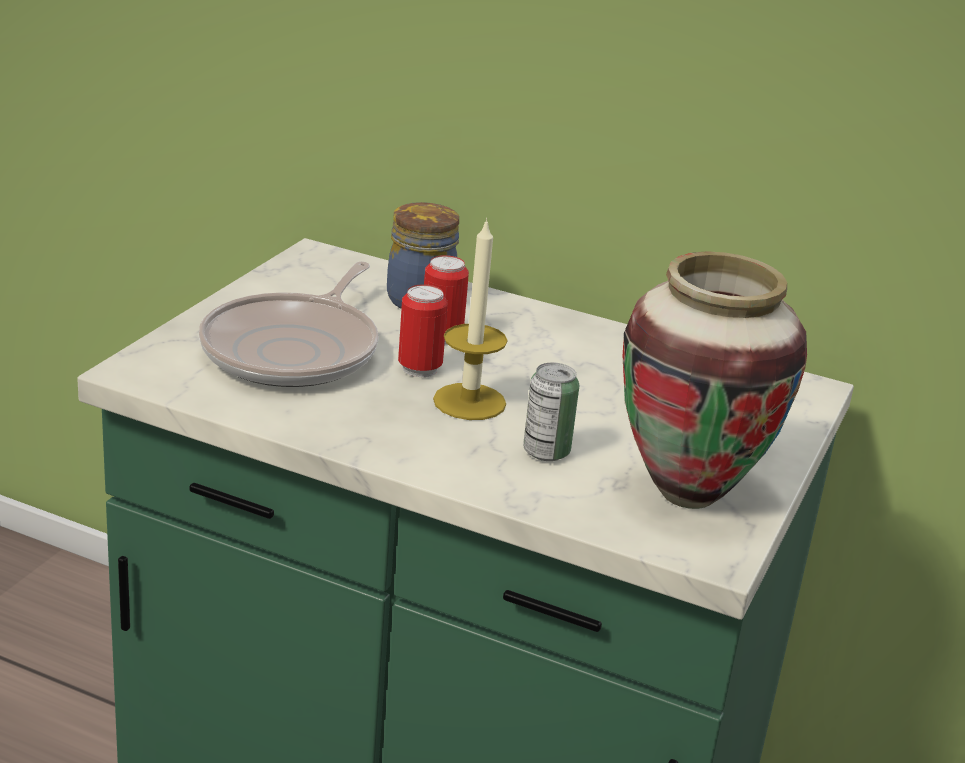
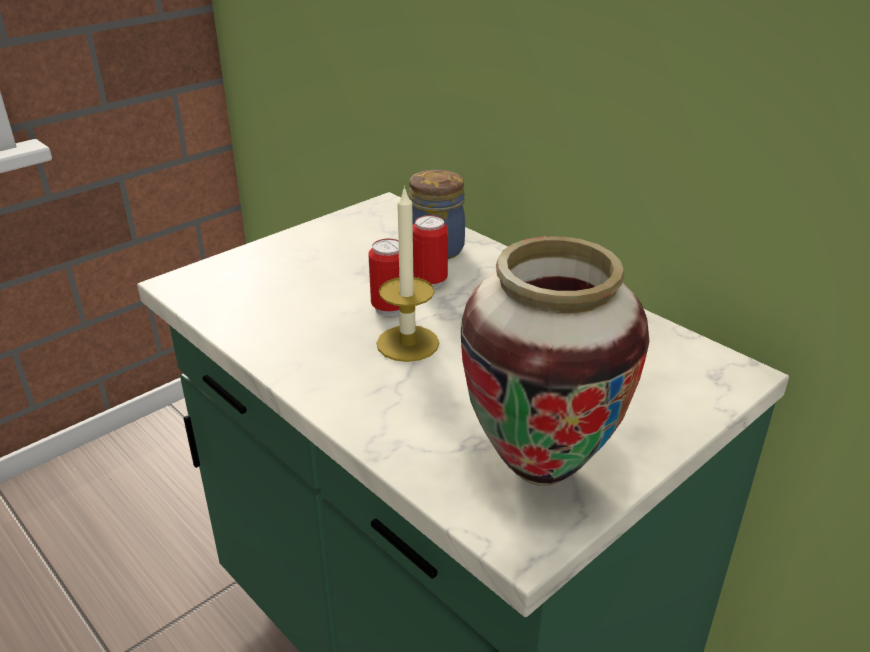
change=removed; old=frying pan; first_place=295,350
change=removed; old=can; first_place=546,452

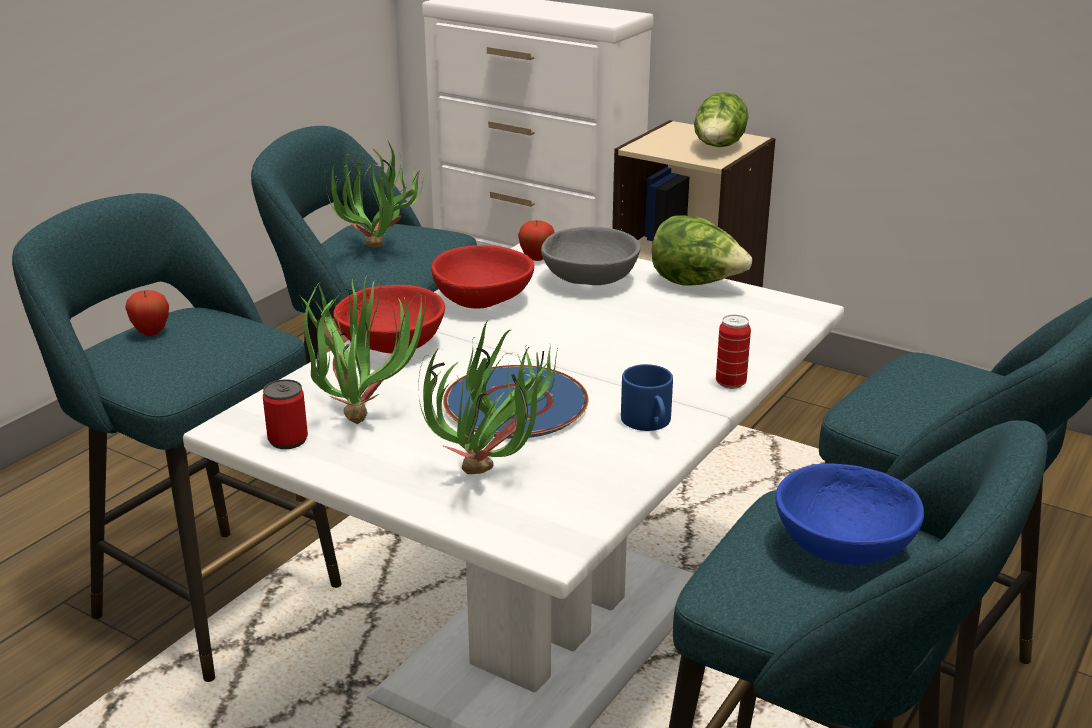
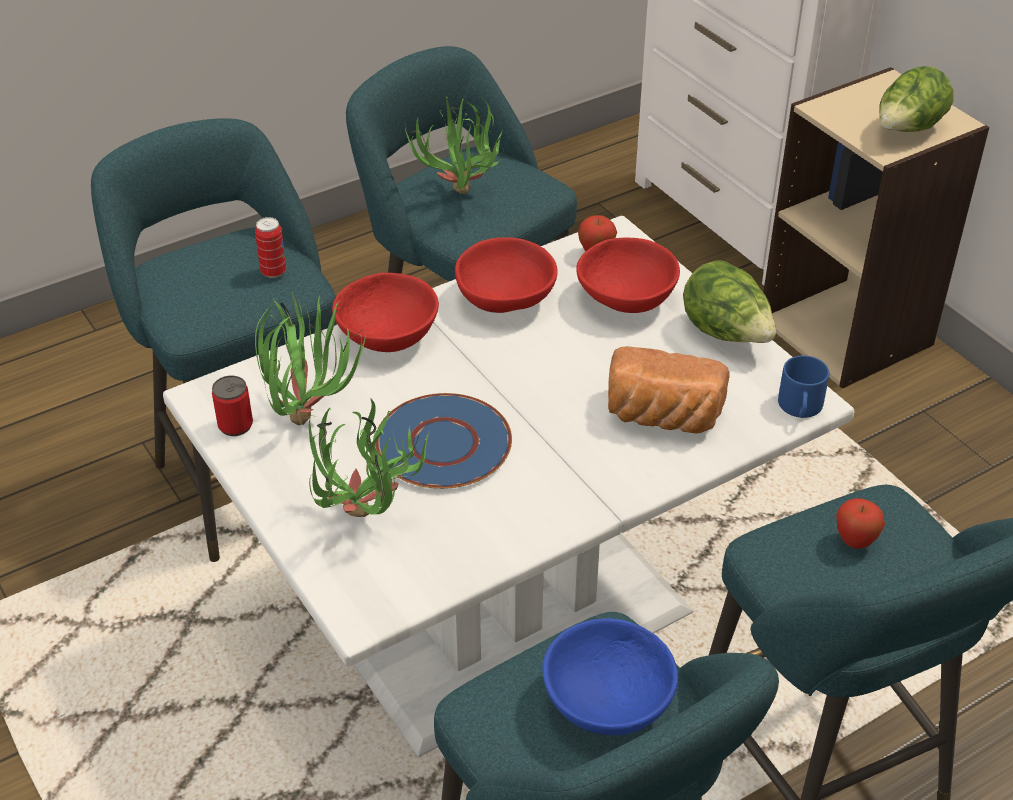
change=recoloured; old=grey bowl; new=red bowl; first_place=589,280; second_place=624,298
change=moved; old=apple; first_place=151,332; second_place=855,541
change=moved; old=can; first_place=730,383; second_place=273,272
change=moved; old=blue mug; first_place=650,423; second_place=801,408
change=added; new=bread; second_place=661,417

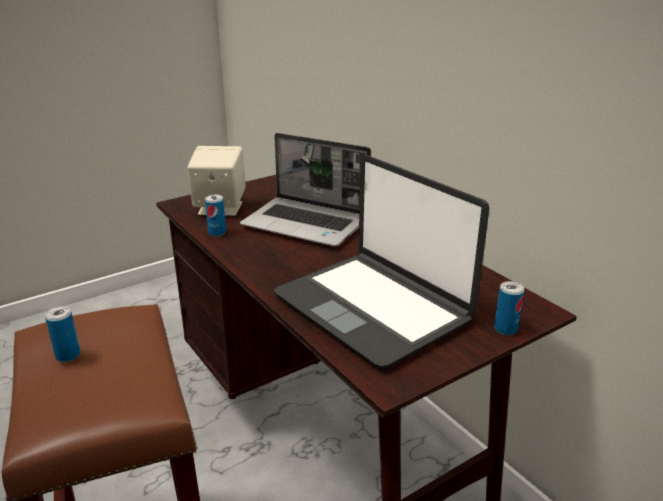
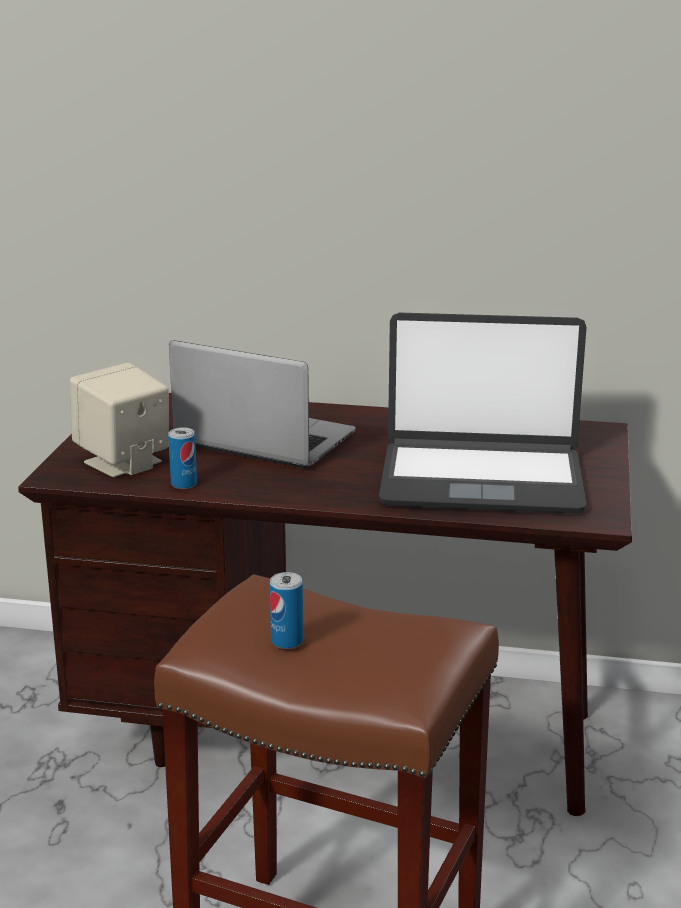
change=turned; old=laptop; first_place=307,223; second_place=262,440; degrees=-135
change=removed; old=can; first_place=505,329

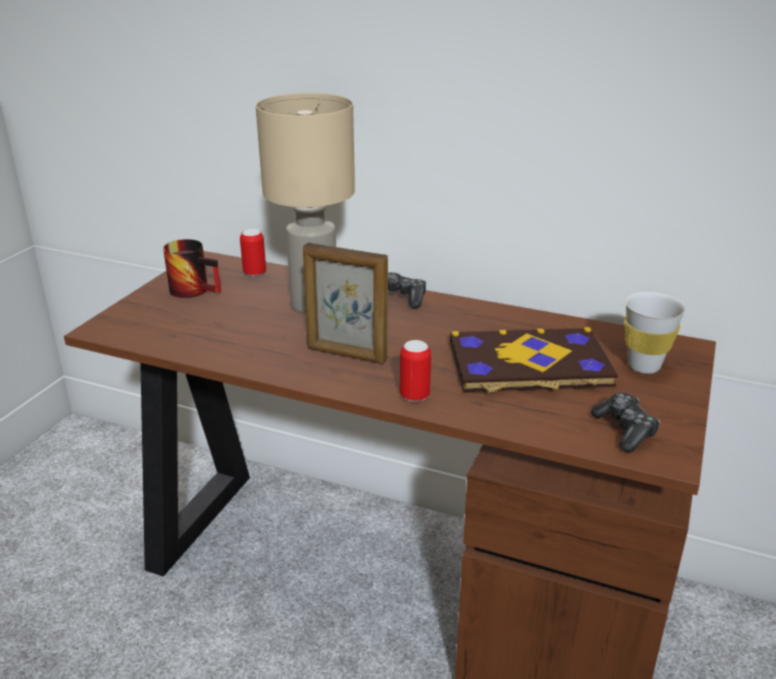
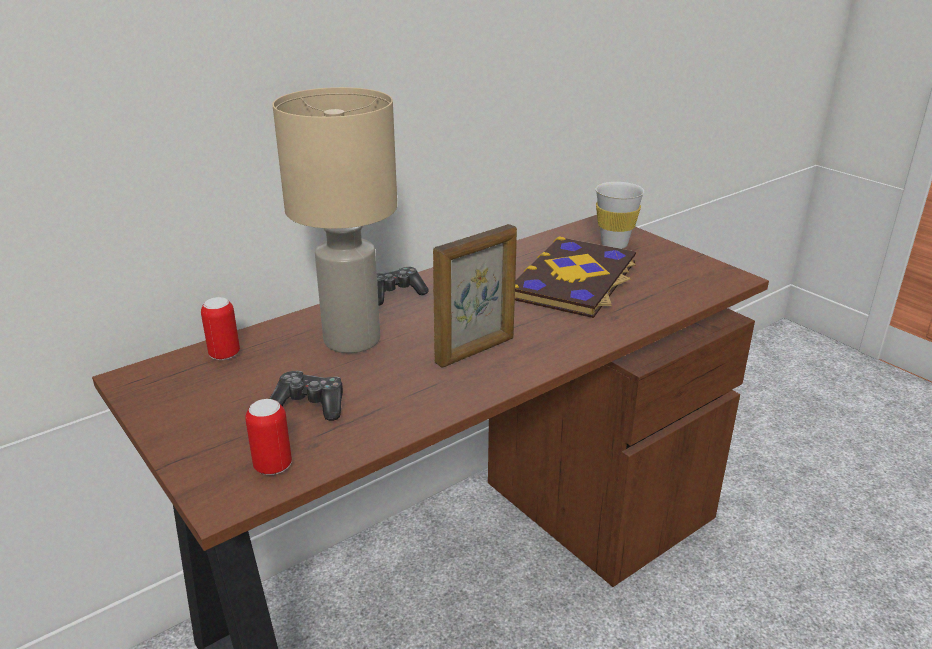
change=removed; old=mug; first_place=196,289
change=moved; old=can; first_place=414,396; second_place=273,466
change=moved; old=game controller; first_place=625,430; second_place=310,405

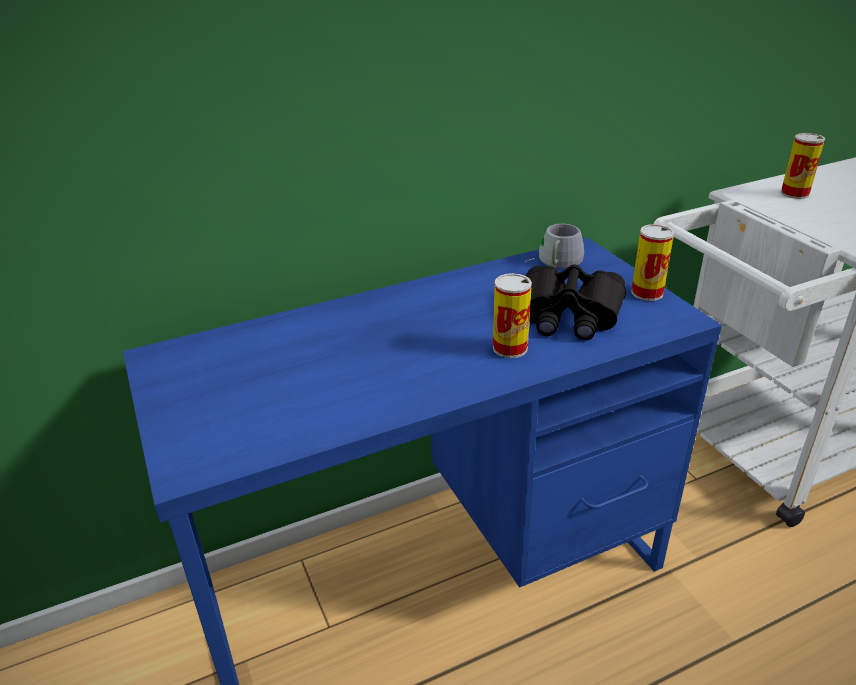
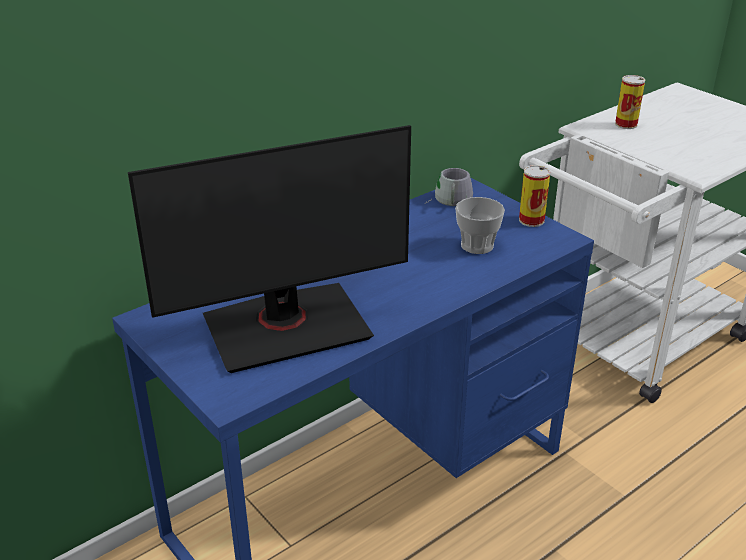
change=replaced; old=black binoculars; new=cup; first_place=569,315; second_place=477,245
change=removed; old=can; first_place=510,348
change=added; new=monitor; second_place=286,327

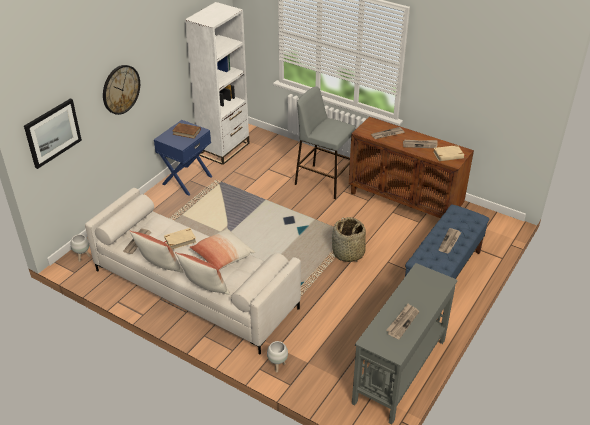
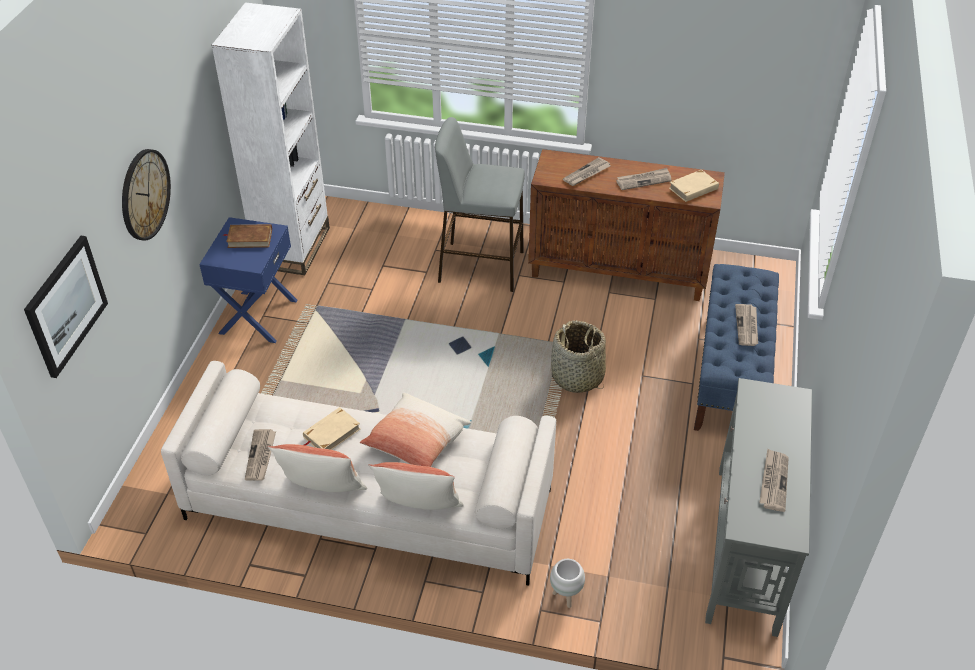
change=removed; old=white planter; first_place=82,257

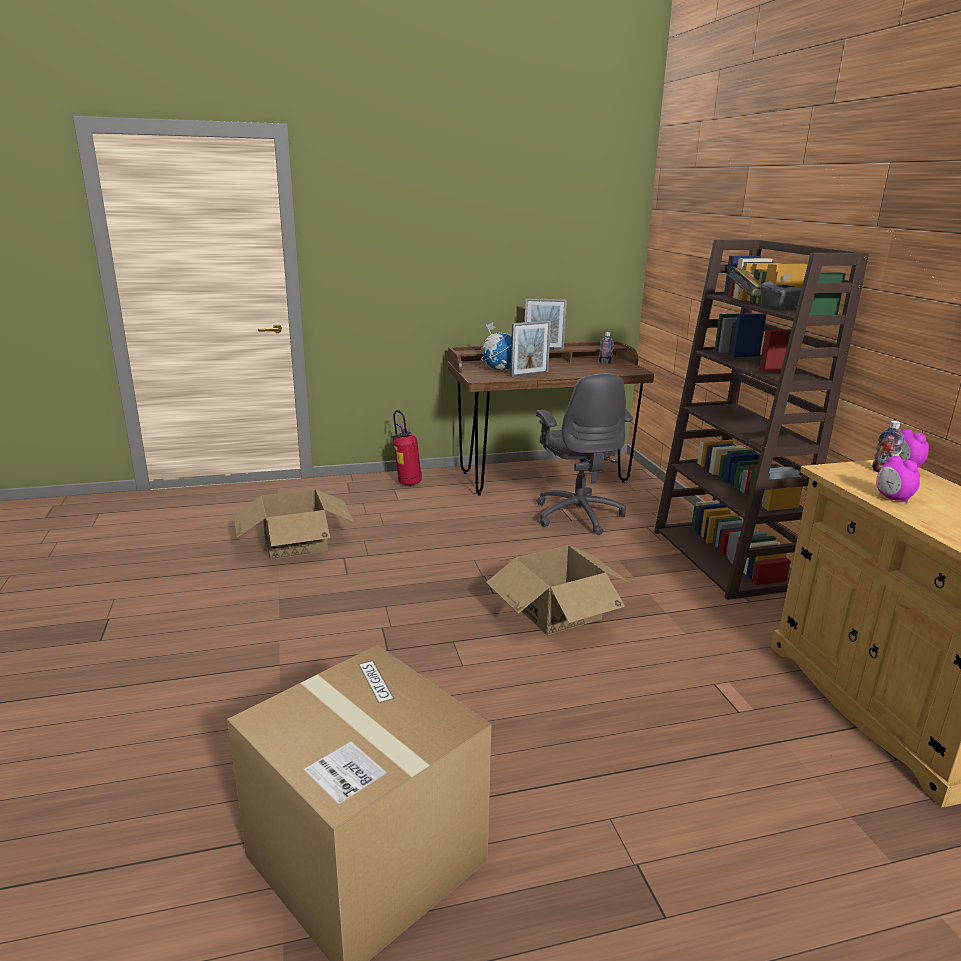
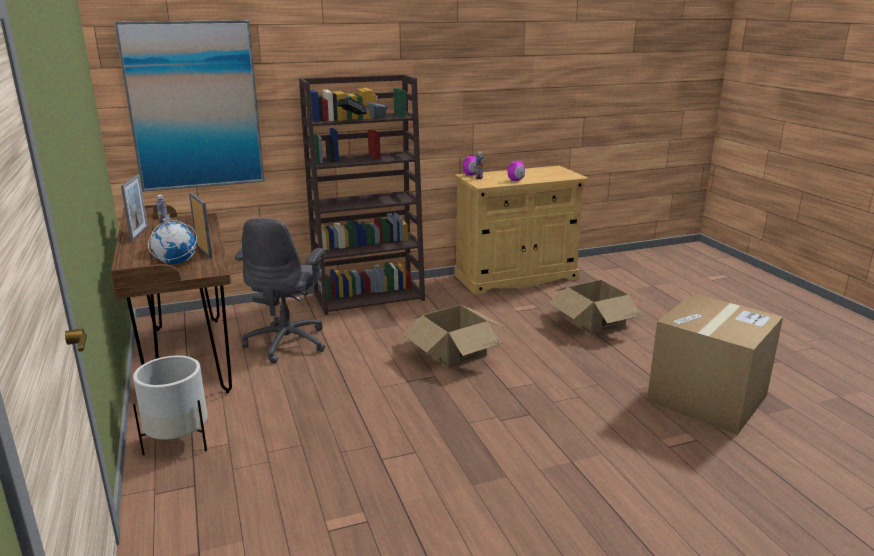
change=turned; old=grey office chair; first_place=578,515; second_place=288,342; degrees=120
change=replaced; old=fire extinguisher; new=white planter; first_place=407,484; second_place=178,442
change=moved; old=cardboard box; first_place=295,543; second_place=594,322
change=added; new=picture; second_place=194,106

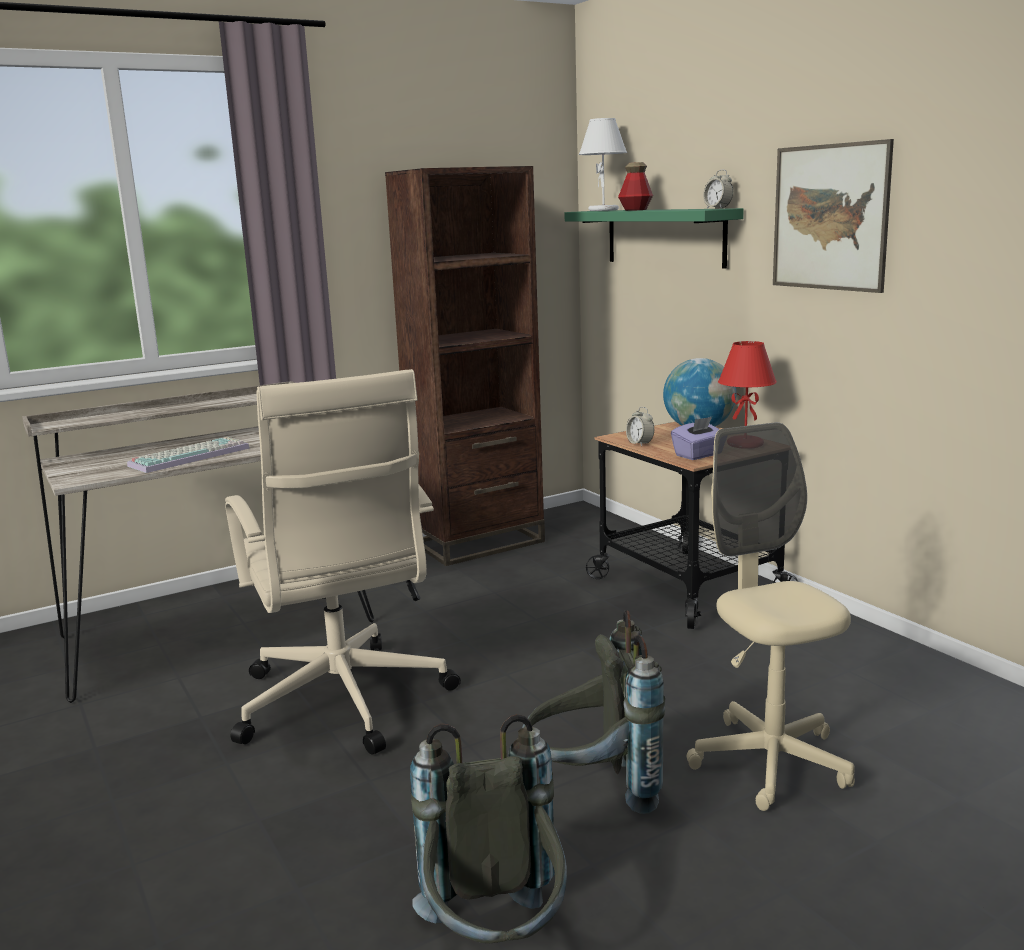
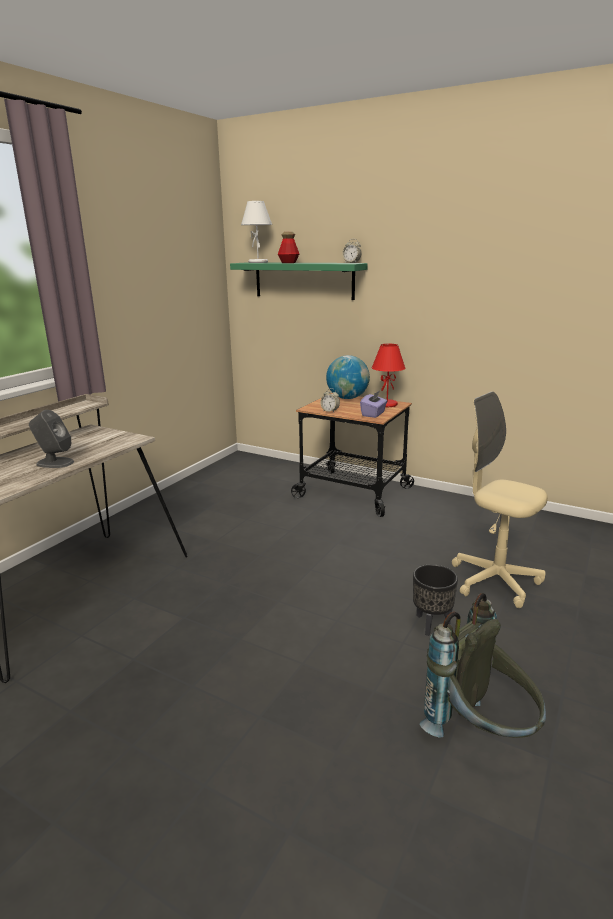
change=removed; old=picture; first_place=830,217
change=removed; old=brown bookcase; first_place=478,542
change=removed; old=beige office chair; first_place=343,703
change=replaced; old=keyboard; new=grey speaker; first_place=190,456; second_place=54,463
change=replaced; old=grey backpack; new=black planter; first_place=594,790; second_place=432,624

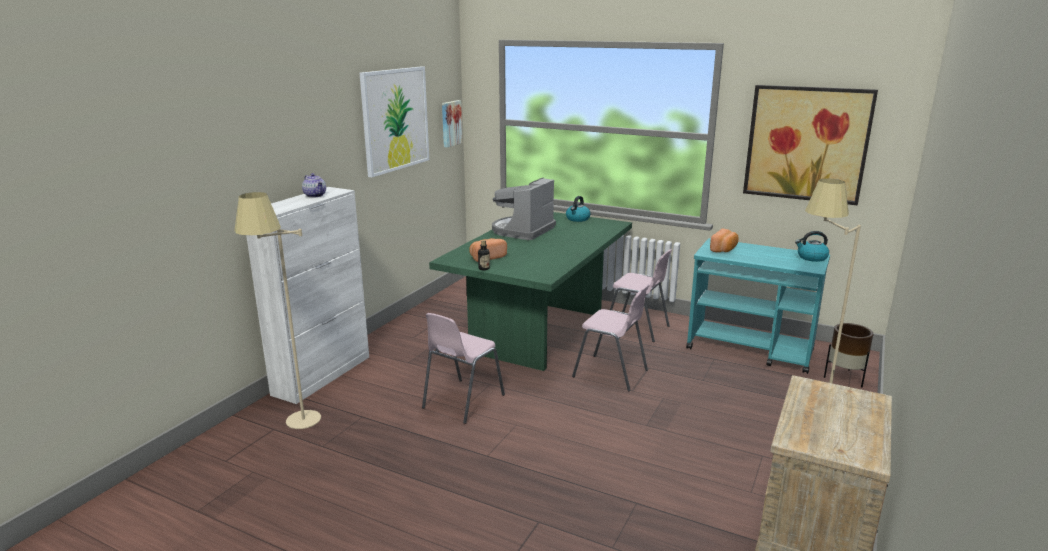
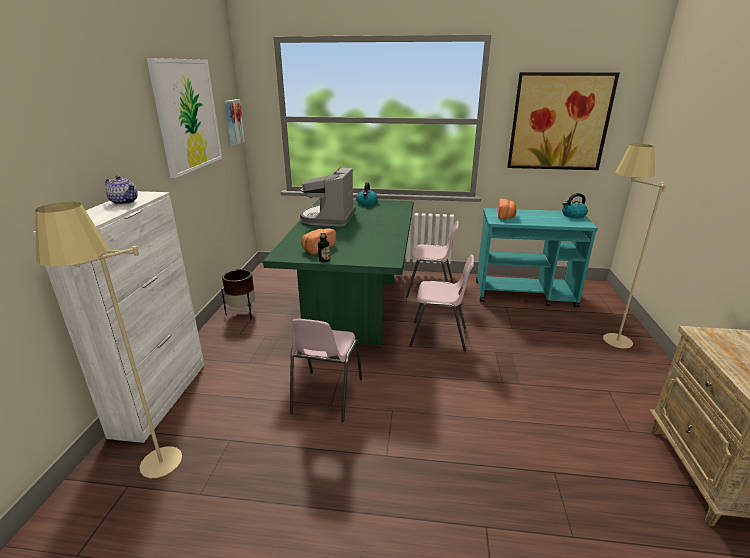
change=moved; old=brown planter; first_place=844,378; second_place=242,313

